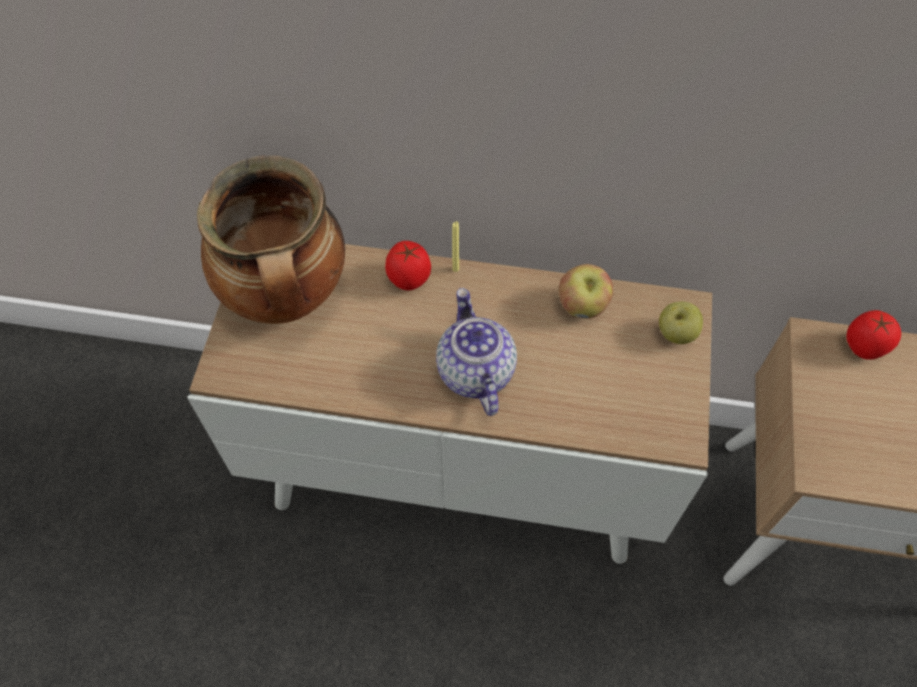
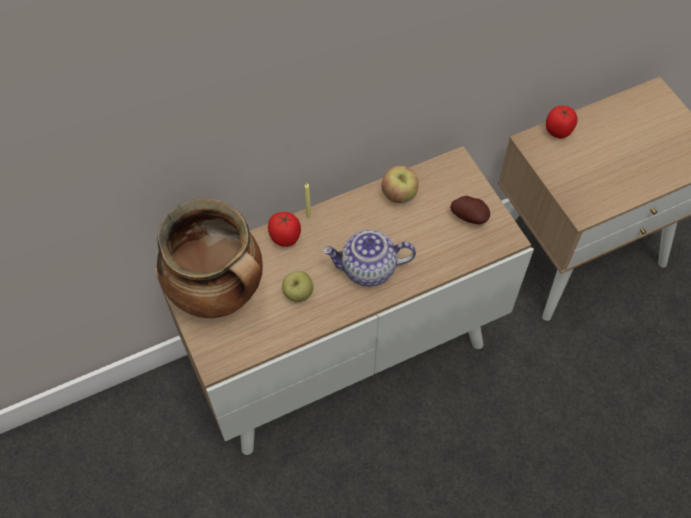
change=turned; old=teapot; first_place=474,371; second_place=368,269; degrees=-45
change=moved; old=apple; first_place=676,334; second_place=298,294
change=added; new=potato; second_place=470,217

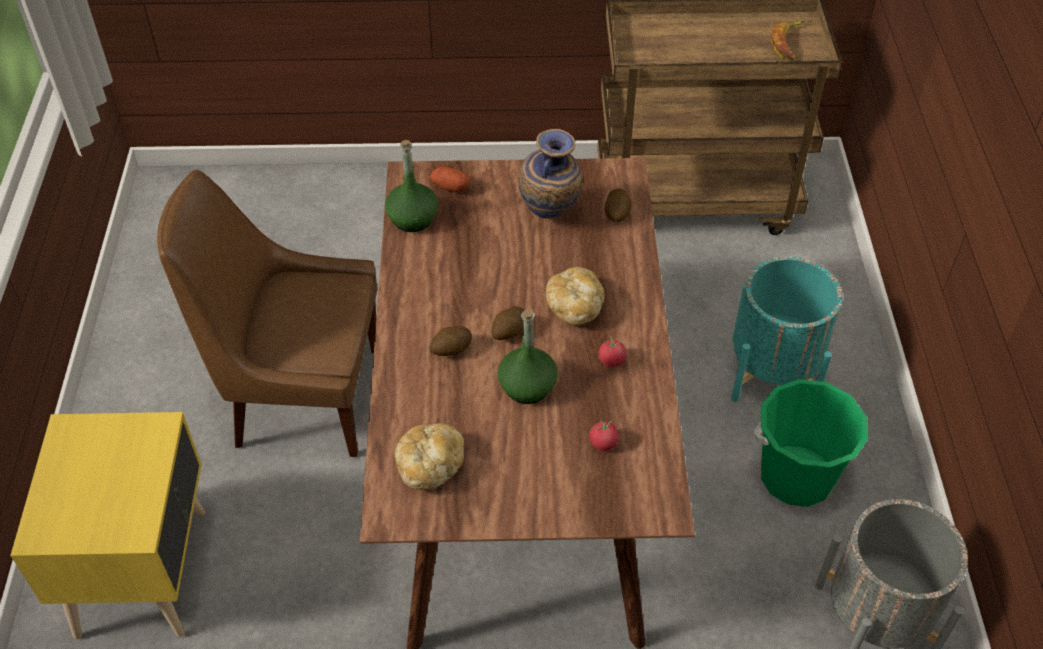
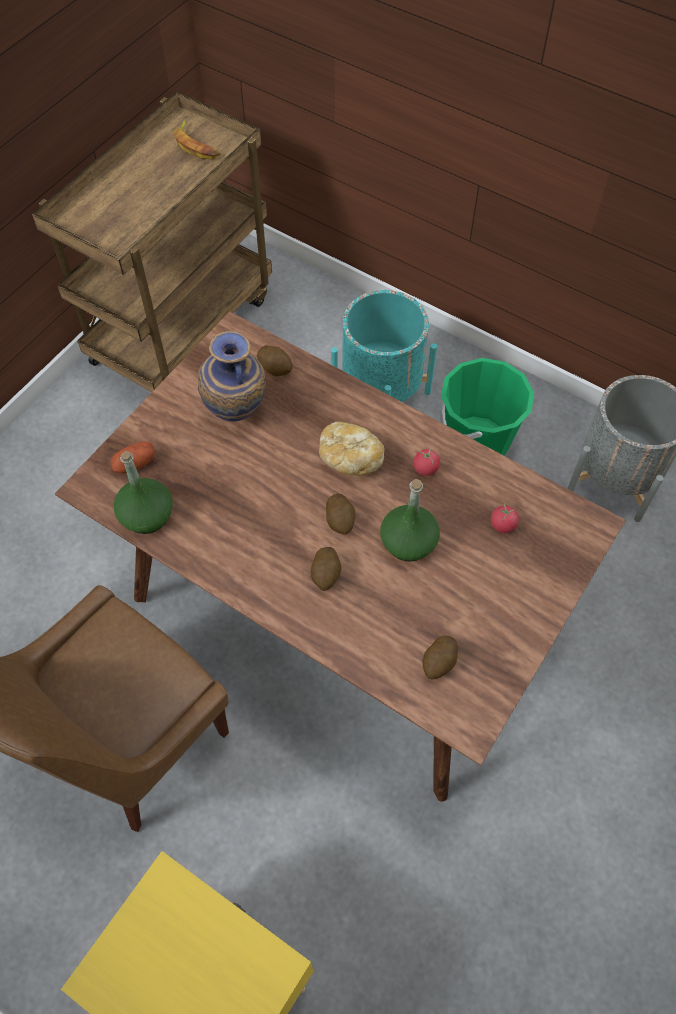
change=replaced; old=bread; new=potato; first_place=430,465; second_place=439,662

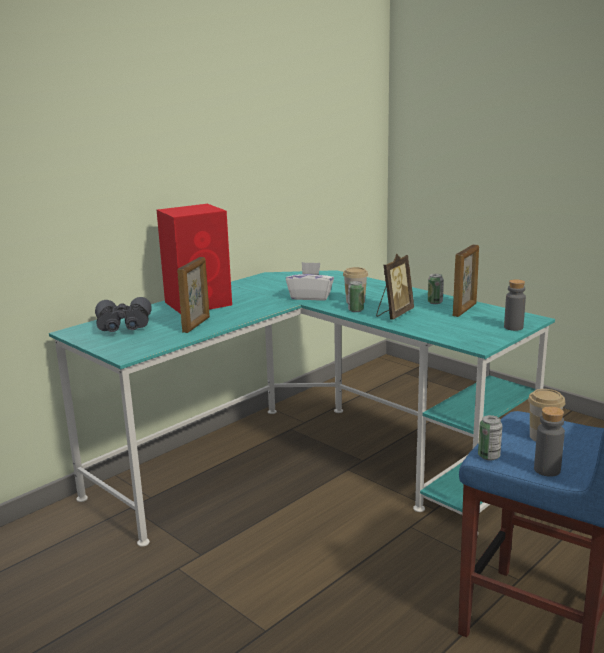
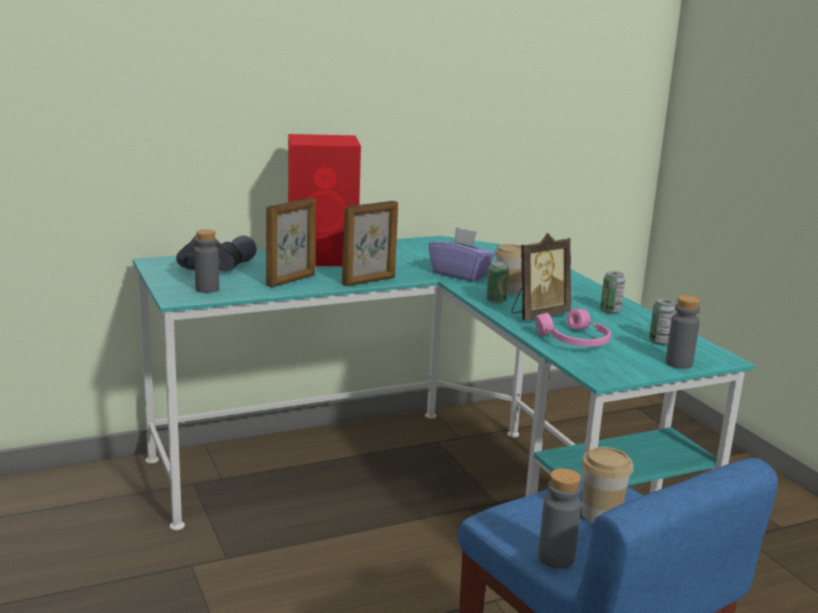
change=moved; old=picture frame; first_place=465,310; second_place=369,281
change=recoloured; old=white tissue box; new=purple tissue box; first_place=310,297; second_place=460,274
change=moved; old=can; first_place=489,456; second_place=660,341
change=added; new=grey bottle; second_place=207,289
change=added; new=pink headphones; second_place=574,341

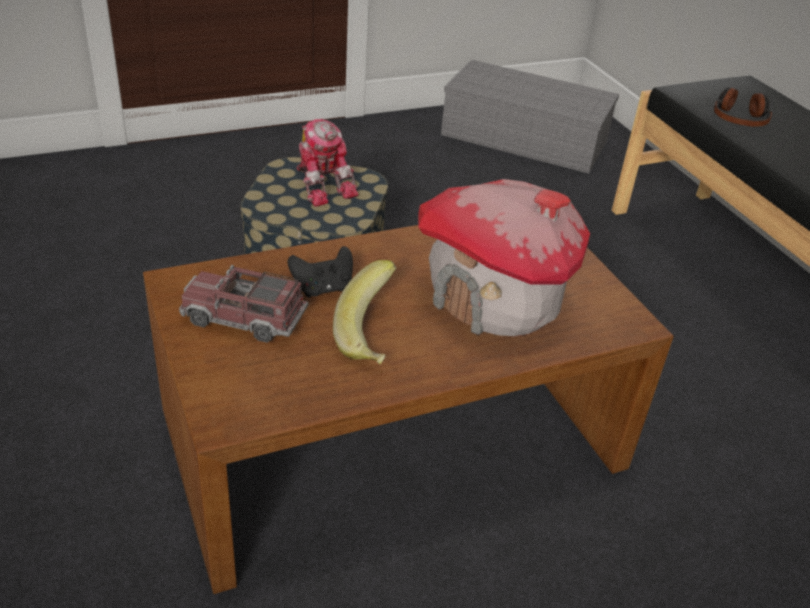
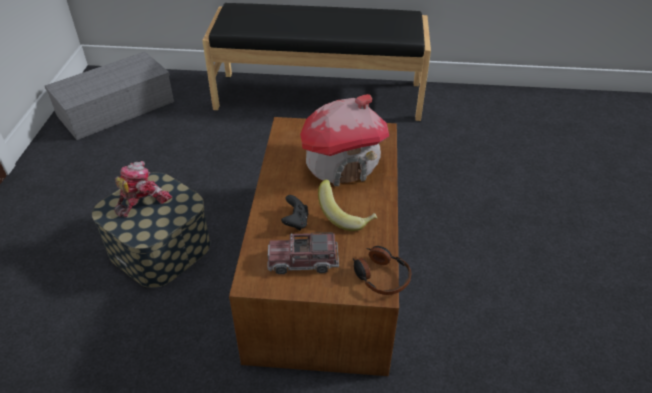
change=moved; old=headphones; first_place=739,118; second_place=380,276
change=turned; old=toy robot; first_place=323,185; second_place=142,201; degrees=-45
change=turned; old=toy truck; first_place=244,318; second_place=303,261; degrees=45

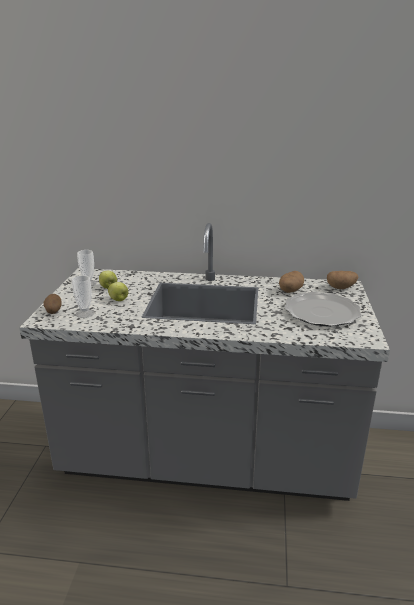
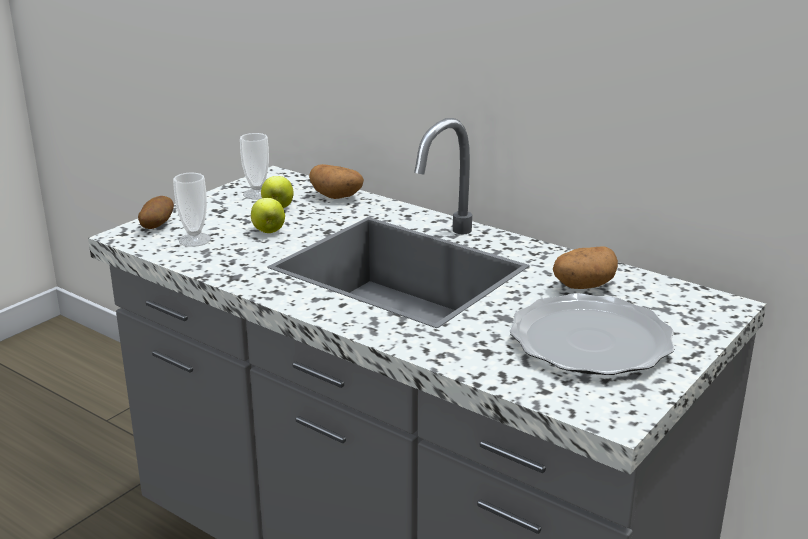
change=moved; old=potato; first_place=341,288; second_place=337,197

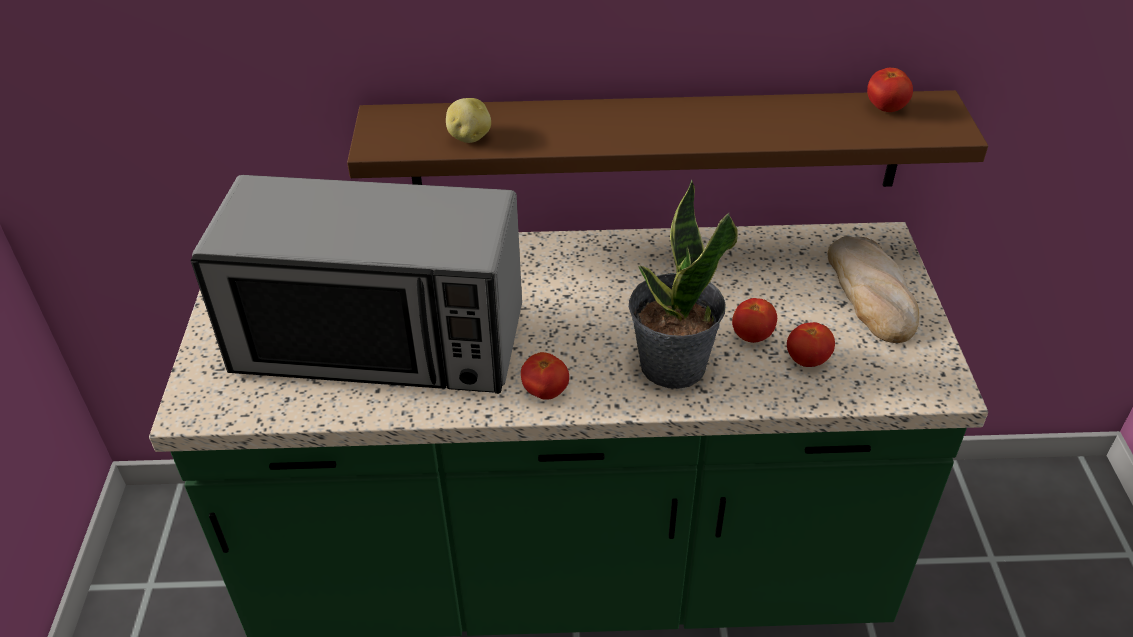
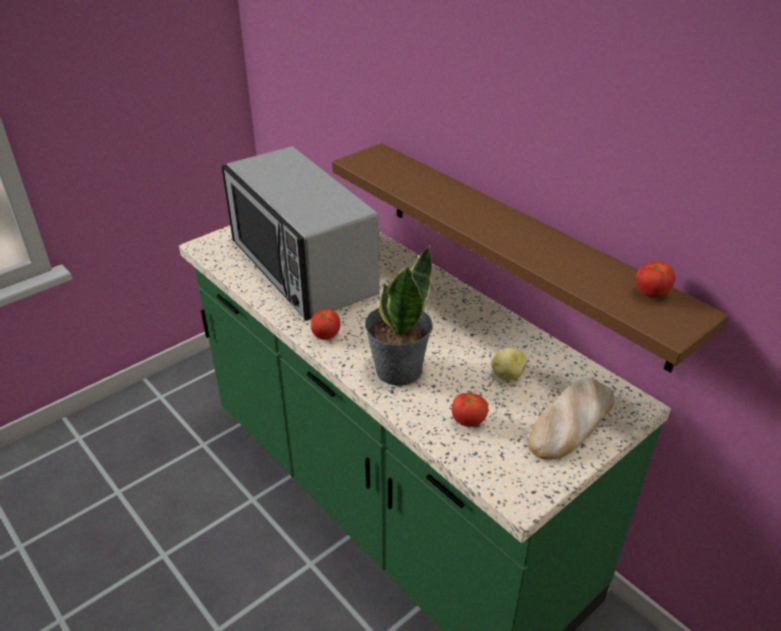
change=moved; old=potato; first_place=468,137; second_place=507,374
change=removed; old=tomato; first_place=752,335

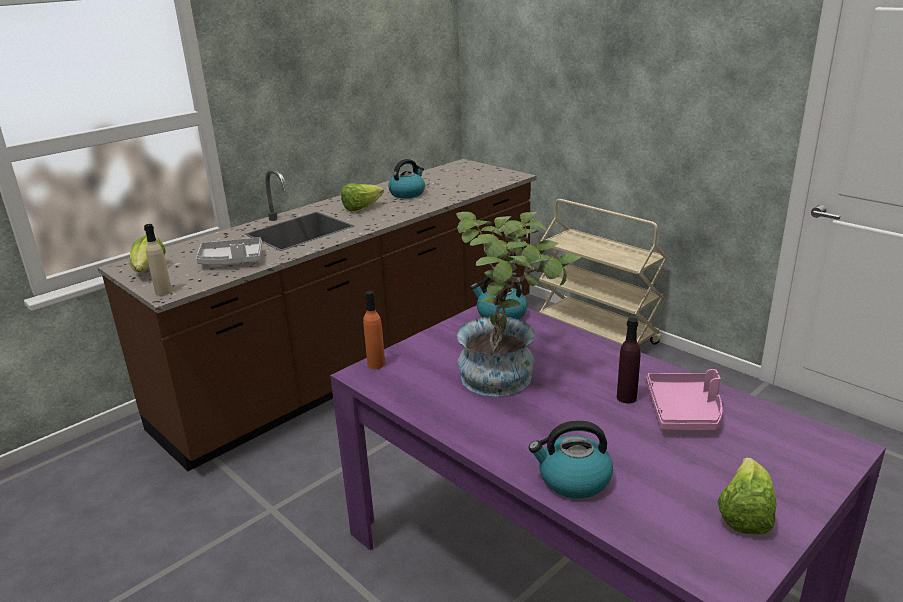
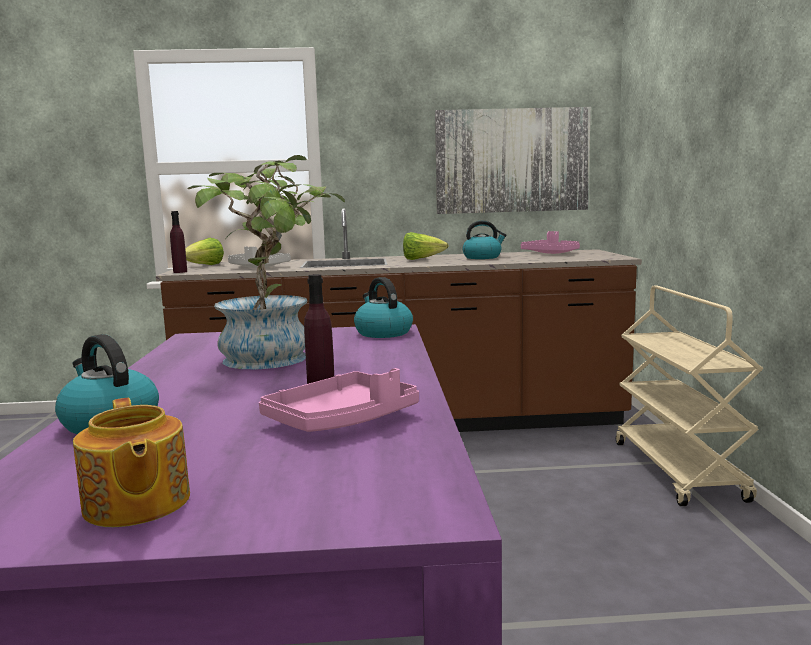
change=recoloured; old=beige bottle; new=purple bottle; first_place=163,292; second_place=180,272
change=removed; old=orange bottle; first_place=376,364
change=replaced; old=lettuce; new=teapot; first_place=744,514; second_place=136,504
change=added; new=picture; second_place=512,161
change=added; new=pink tray; second_place=551,253

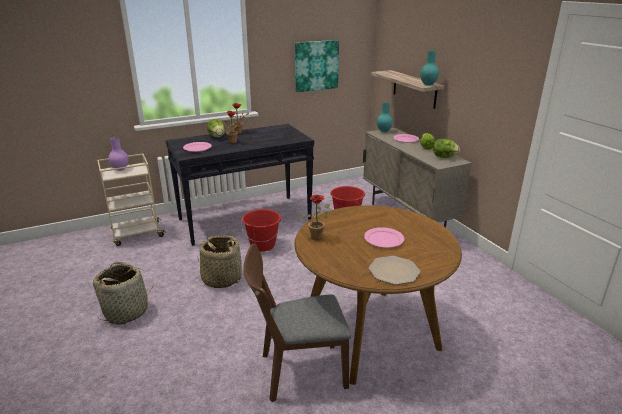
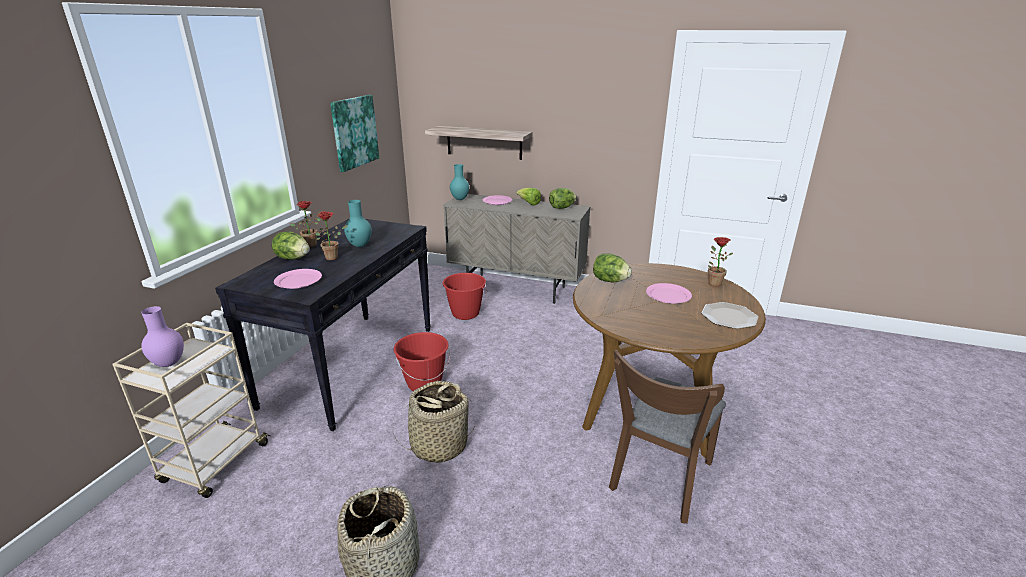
change=moved; old=turquoise vase; first_place=427,84; second_place=359,245
change=moved; old=potted plant; first_place=317,236; second_place=712,283
change=added; new=lettuce; second_place=610,281

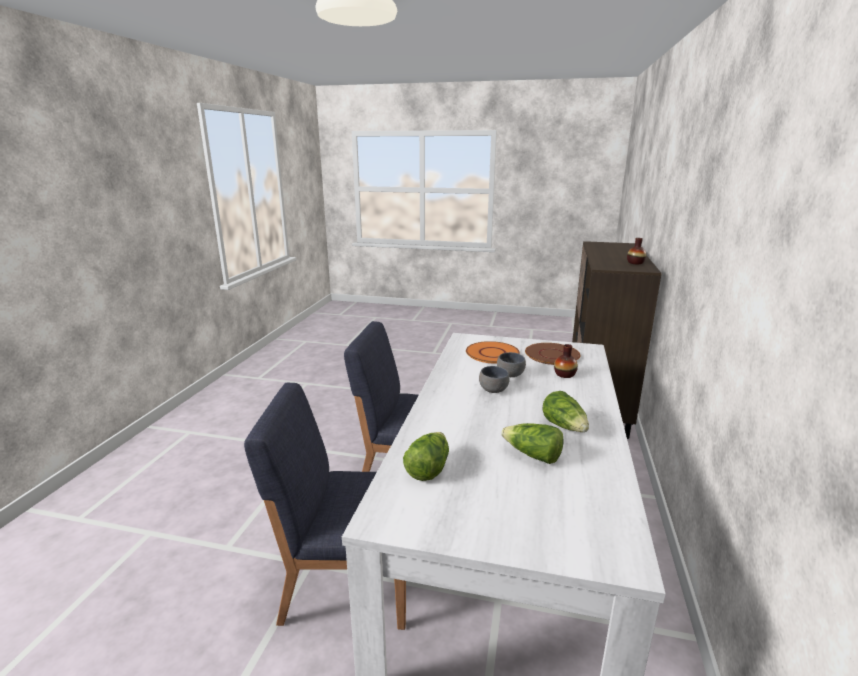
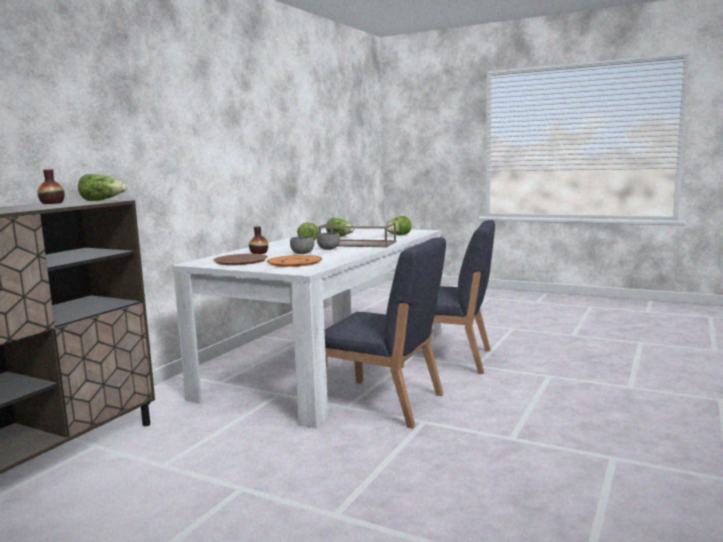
change=added; new=lettuce; second_place=103,200
change=added; new=brown tray; second_place=357,244

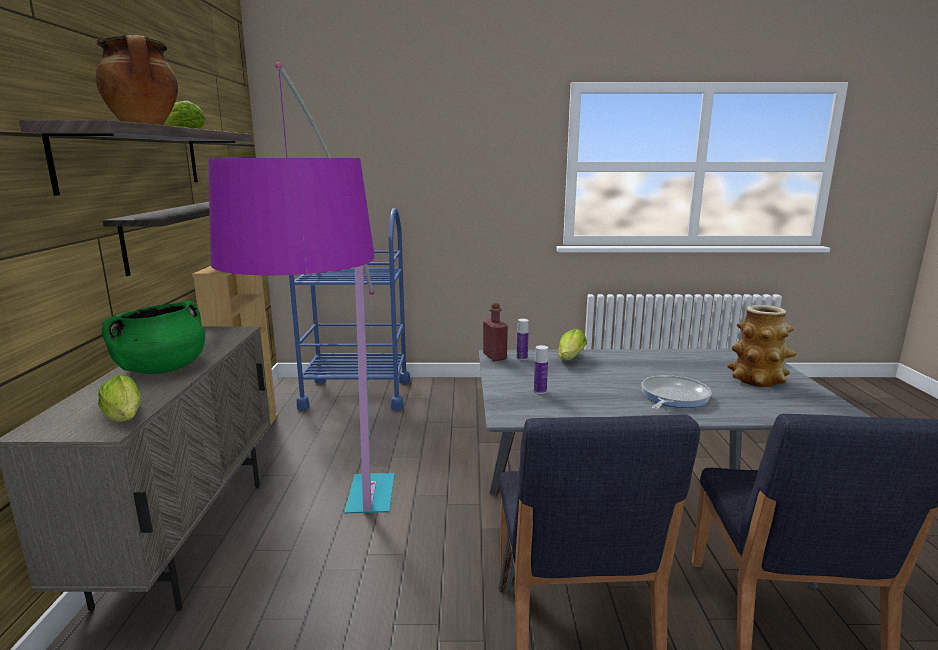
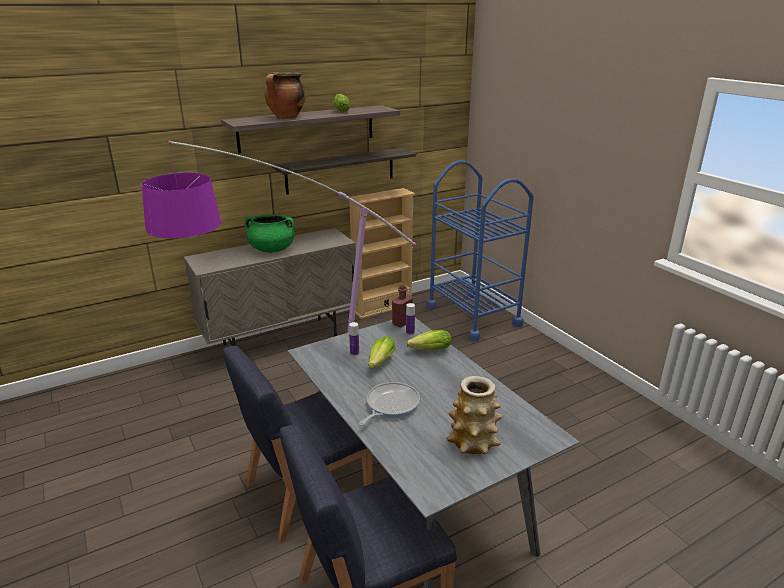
change=moved; old=lettuce; first_place=125,418; second_place=379,363
change=turned; old=frying pan; first_place=672,397; second_place=390,405; degrees=-60

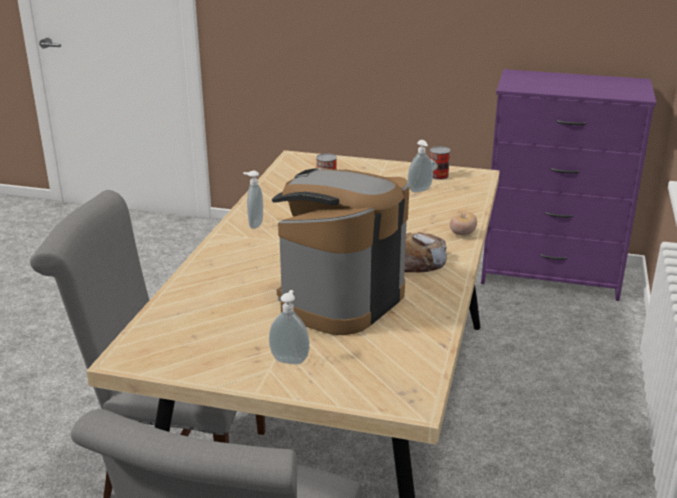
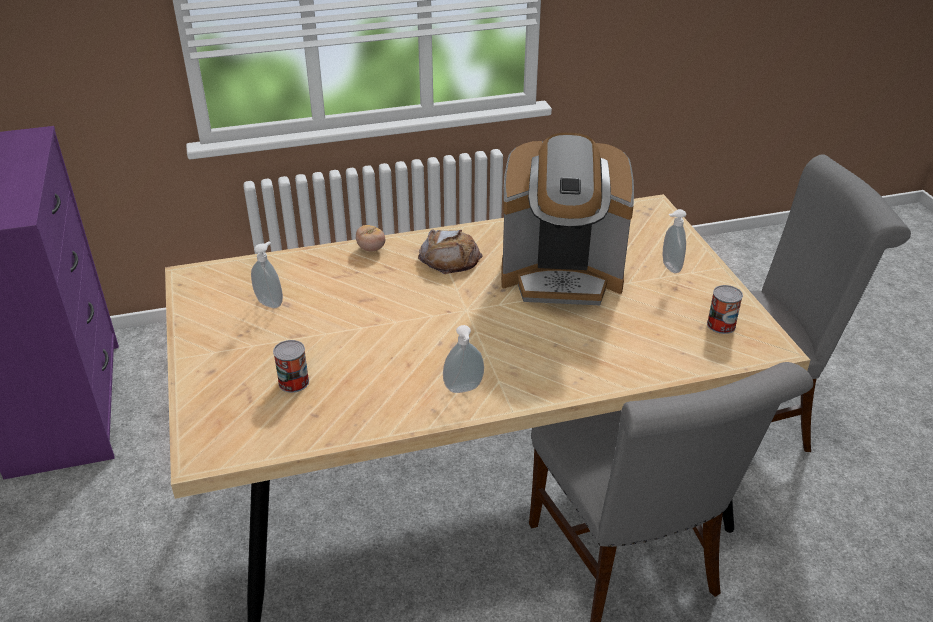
change=moved; old=can; first_place=438,175; second_place=721,325

